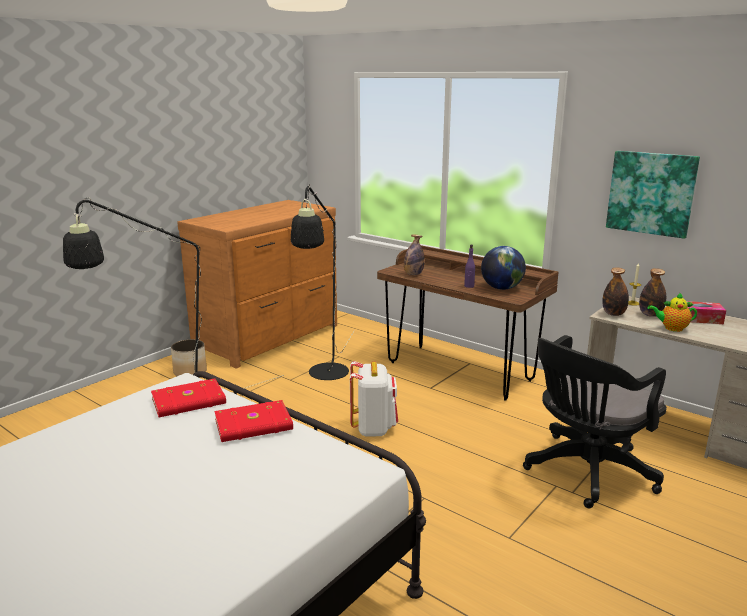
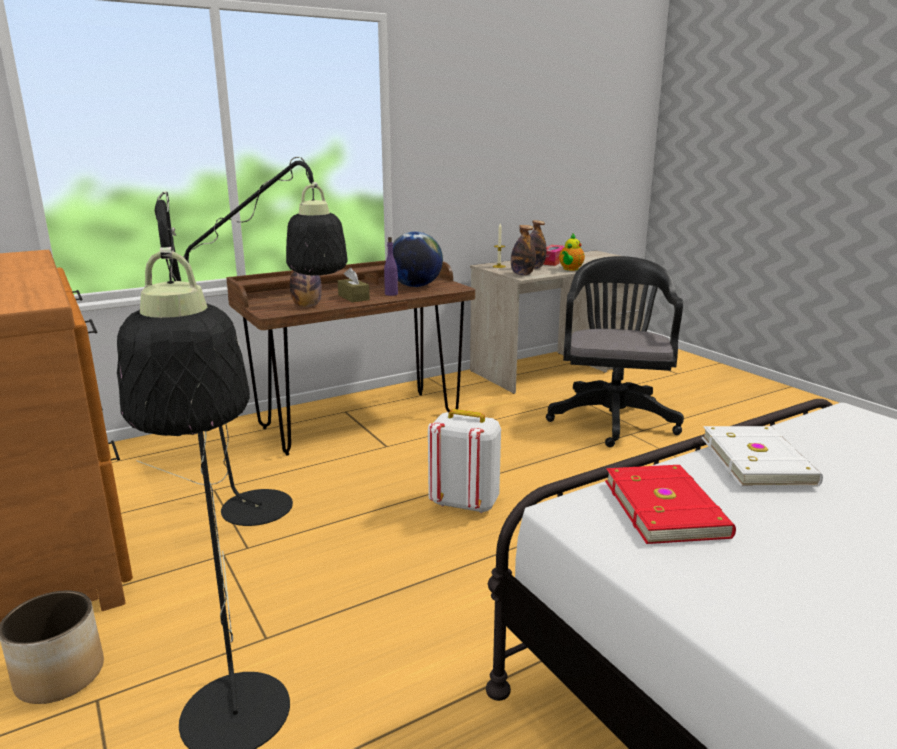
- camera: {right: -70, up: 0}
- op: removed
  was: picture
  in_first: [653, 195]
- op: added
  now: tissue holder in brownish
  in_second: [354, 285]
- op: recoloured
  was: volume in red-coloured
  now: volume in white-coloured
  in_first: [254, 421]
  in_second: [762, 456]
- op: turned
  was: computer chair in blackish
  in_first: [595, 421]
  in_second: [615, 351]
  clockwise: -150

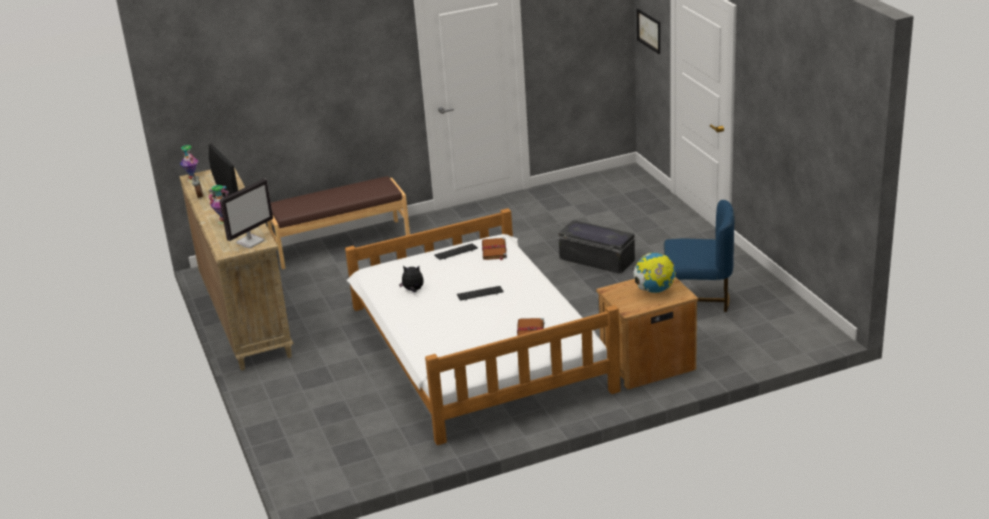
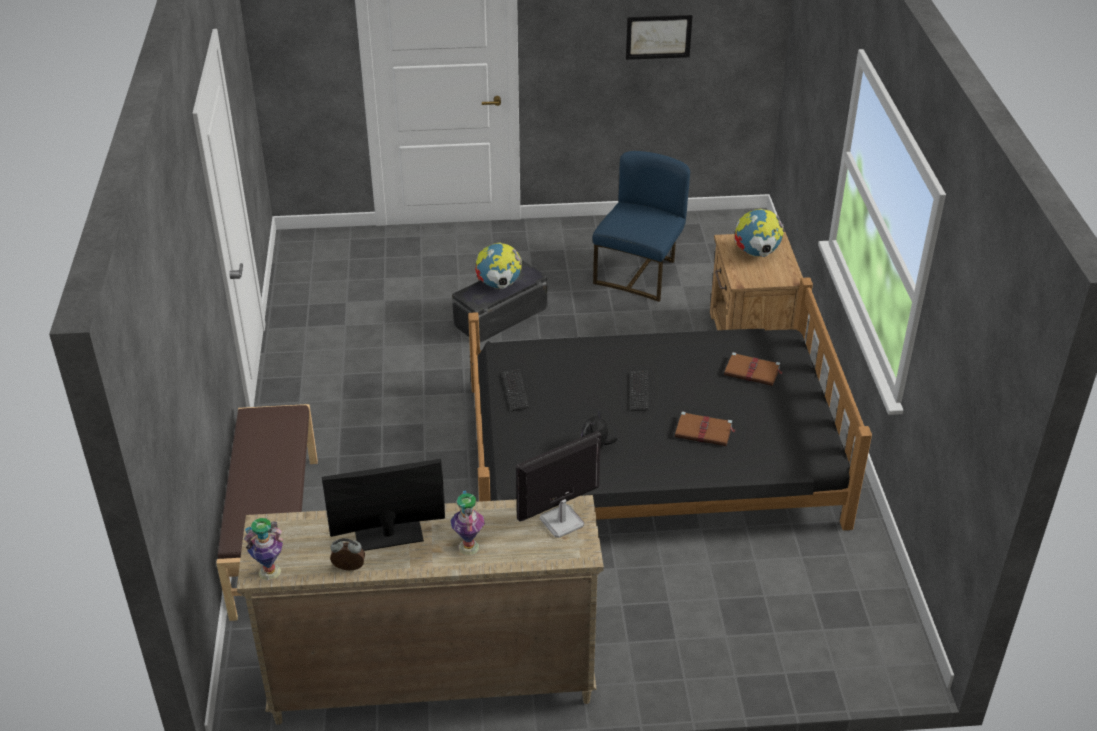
- camera: {right: -75, up: 10}
- op: added
  now: world globe
  in_second: [498, 265]
- op: moved
  was: volume in brownish
  in_first: [494, 249]
  in_second: [705, 428]
- op: moved
  was: picture
  in_first: [648, 31]
  in_second: [659, 37]
- op: recoloured
  was: sleeping bed in white-coloured
  now: sleeping bed in blackish
  in_first: [483, 326]
  in_second: [670, 403]
- op: turned
  was: monitor
  in_first: [246, 213]
  in_second: [558, 484]
  clockwise: -90

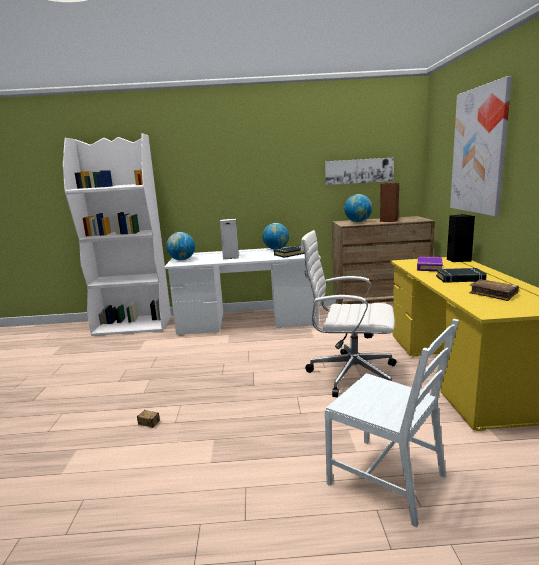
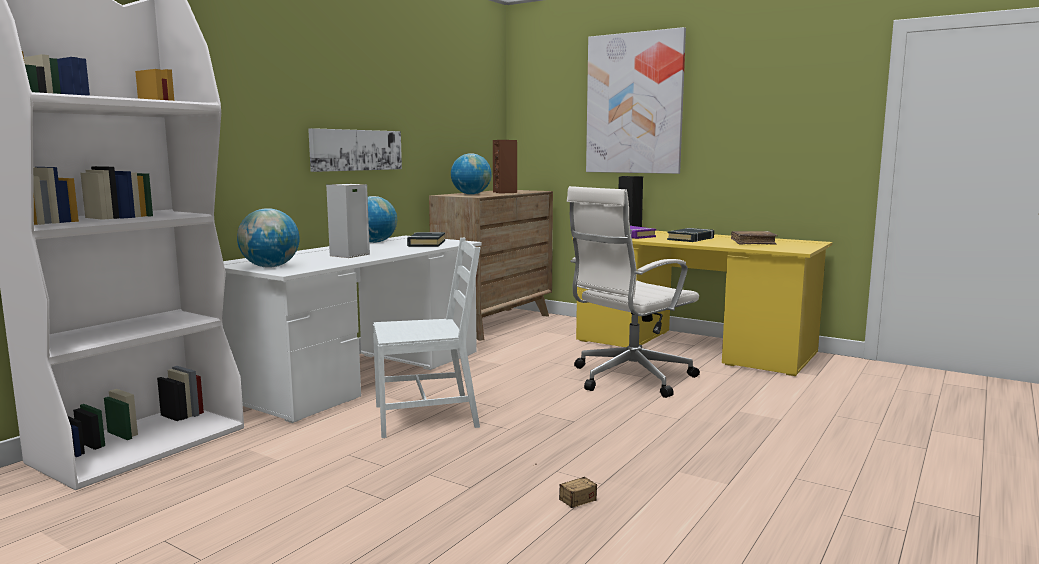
- camera: {right: -55, up: -5}
- op: moved
  was: picture
  in_first: [359, 171]
  in_second: [355, 150]
- op: moved
  was: upright chair in white-coloured
  in_first: [392, 423]
  in_second: [426, 338]

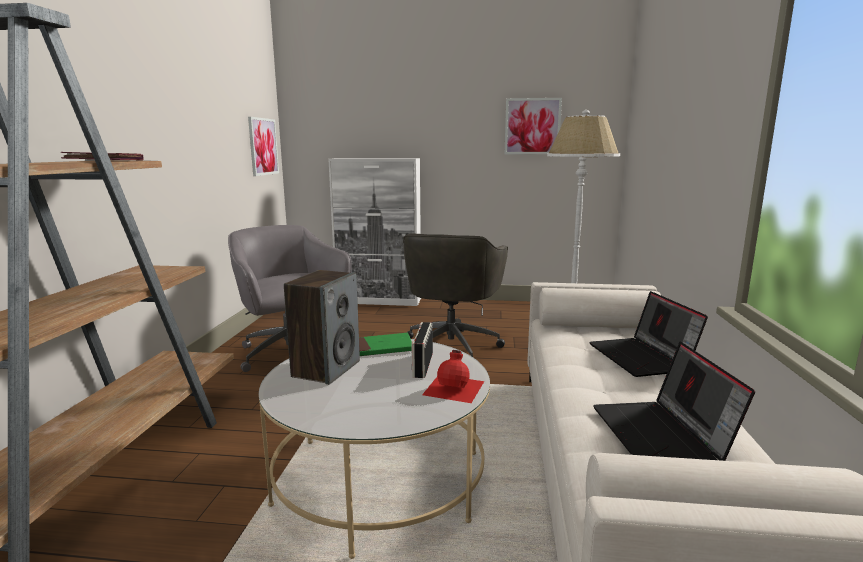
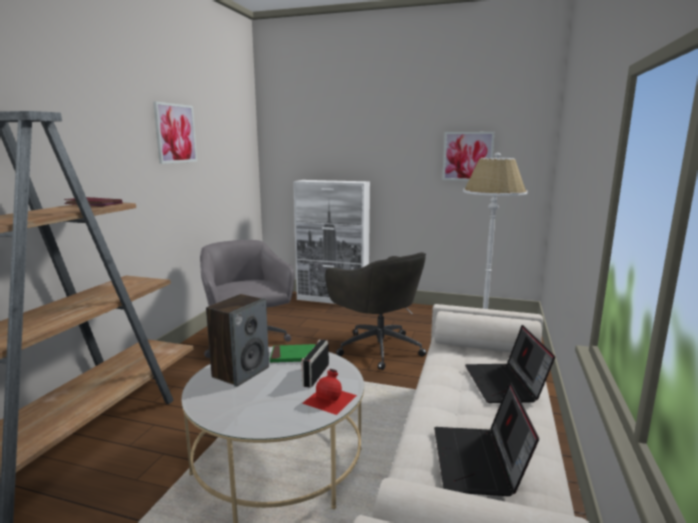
- camera: {right: 10, up: 0}
- op: moved
  was: picture
  in_first: [263, 146]
  in_second: [175, 133]
- op: turned
  was: computer chair in gray
  in_first: [455, 295]
  in_second: [375, 311]
  clockwise: -60

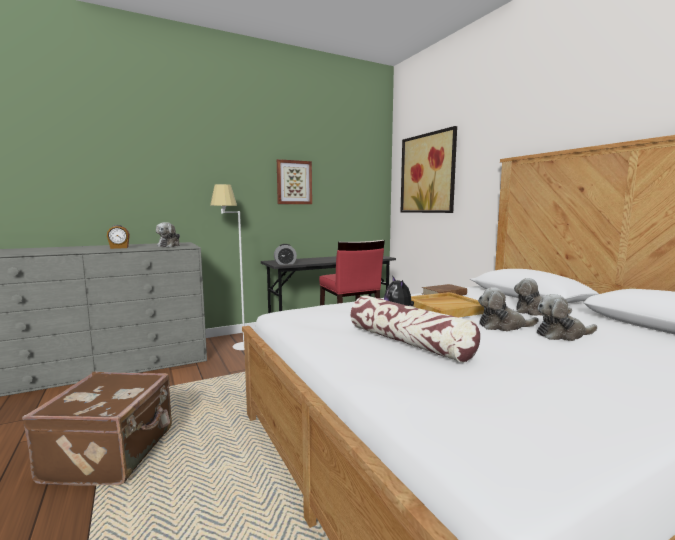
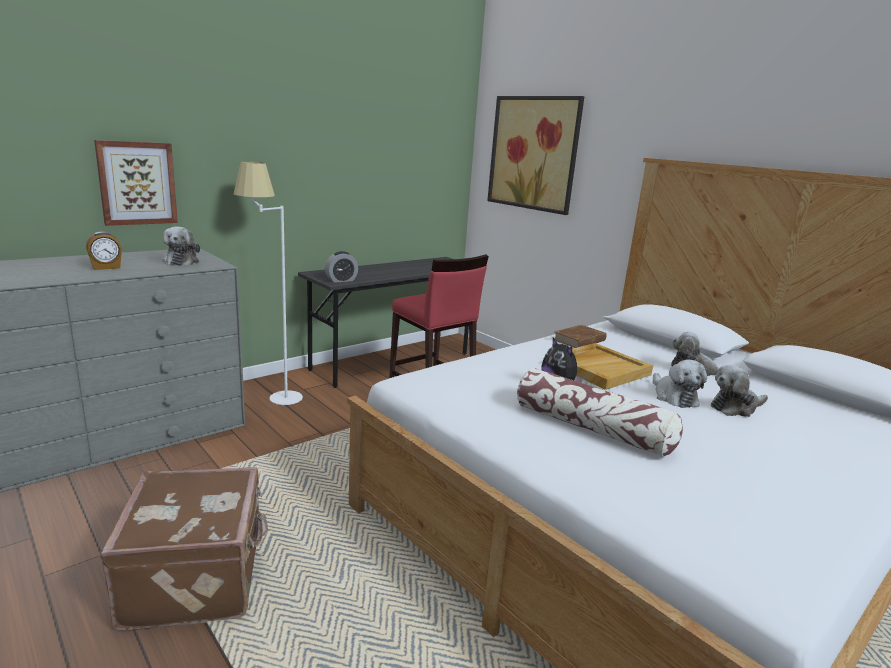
- camera: {right: -15, up: 10}
- op: moved
  was: picture
  in_first: [294, 181]
  in_second: [136, 183]
- op: turned
  was: soft toy
  in_first: [508, 309]
  in_second: [680, 384]
  clockwise: -90

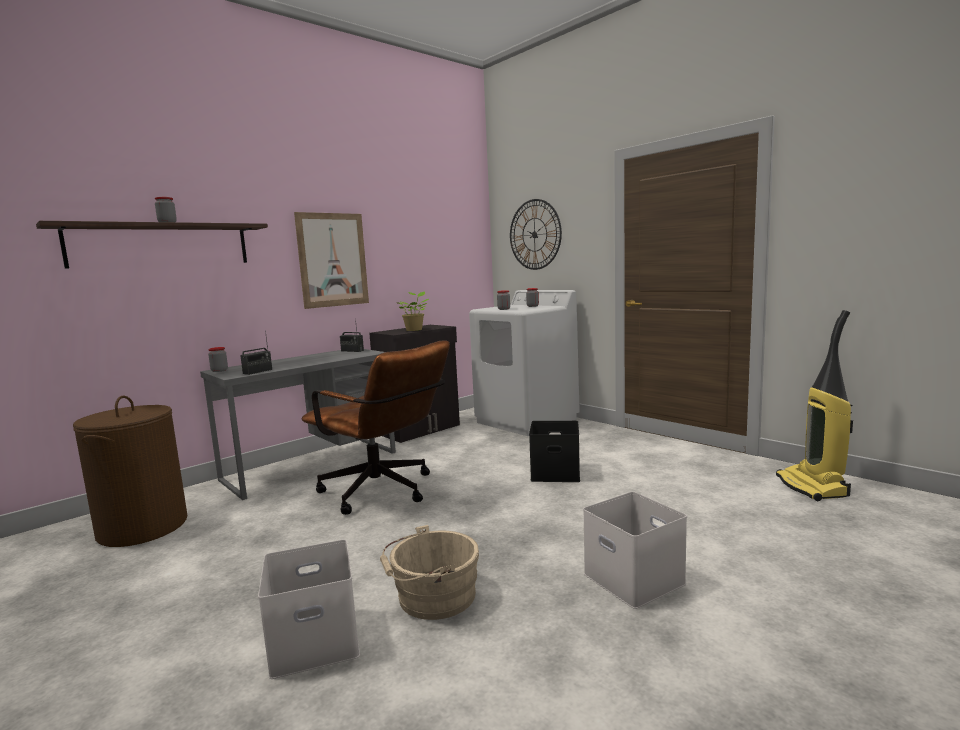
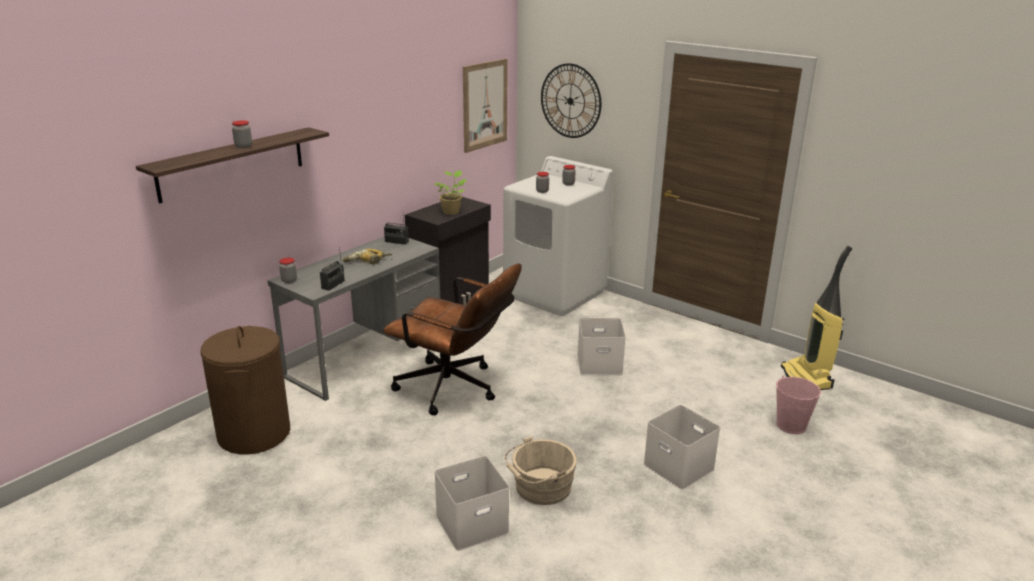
- camera: {right: -10, up: 15}
- op: added
  now: drill
  in_second: [367, 257]
- op: added
  now: pail in pink-coloured
  in_second: [798, 405]
- op: moved
  was: picture
  in_first: [331, 260]
  in_second: [485, 106]
- op: recoloured
  was: storage box in blackish
  now: storage box in white-coloured
  in_first: [554, 451]
  in_second: [601, 346]

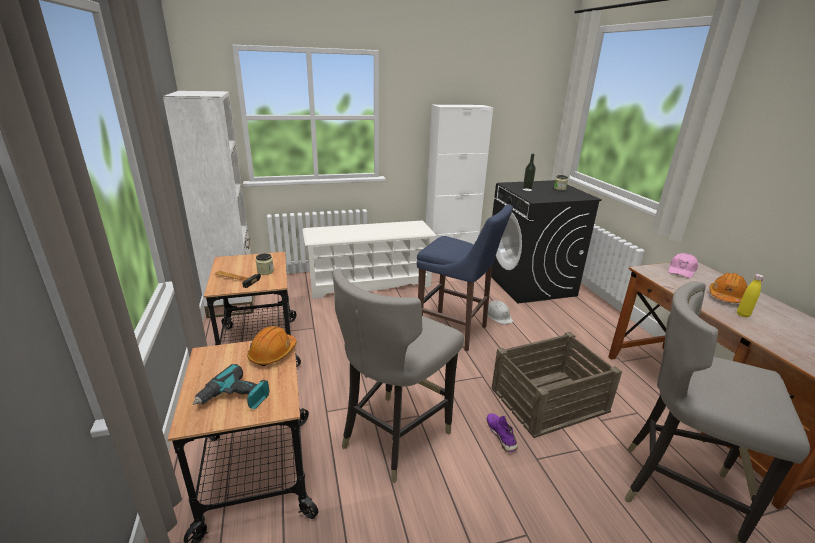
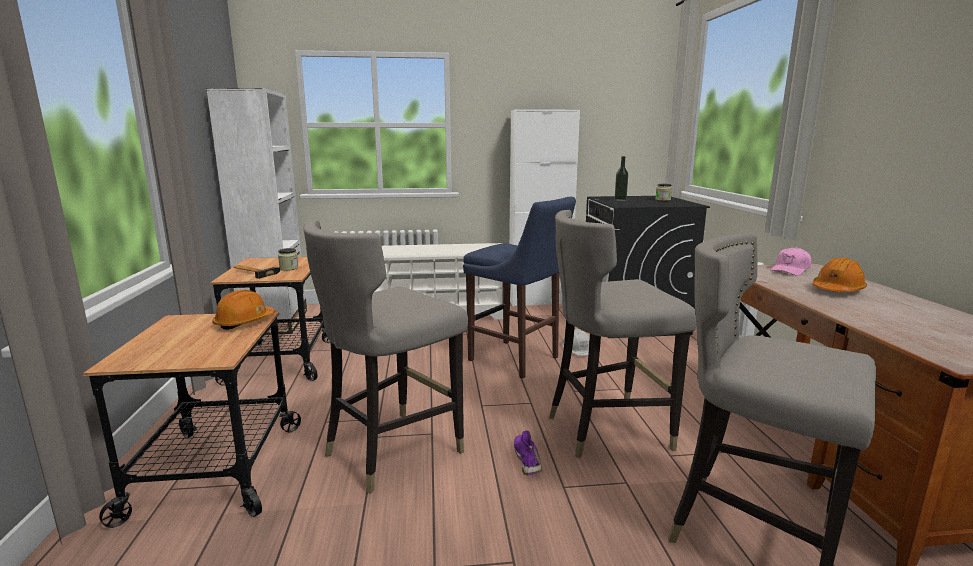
- camera: {right: 10, up: -10}
- op: removed
  was: drill
  in_first: [231, 386]
- op: removed
  was: bottle in yellow
  in_first: [750, 296]
- op: replaced
  was: shipping crate
  now: stool in gray
  in_first: [556, 385]
  in_second: [622, 334]

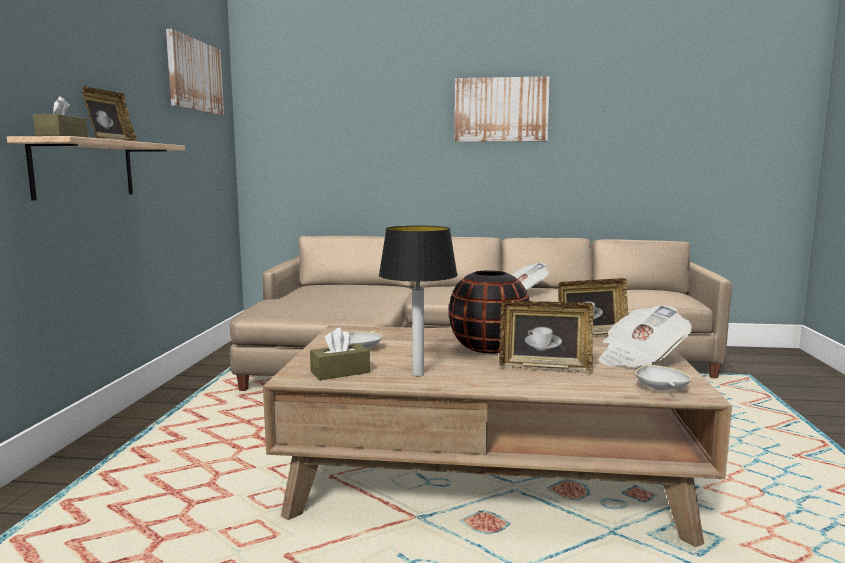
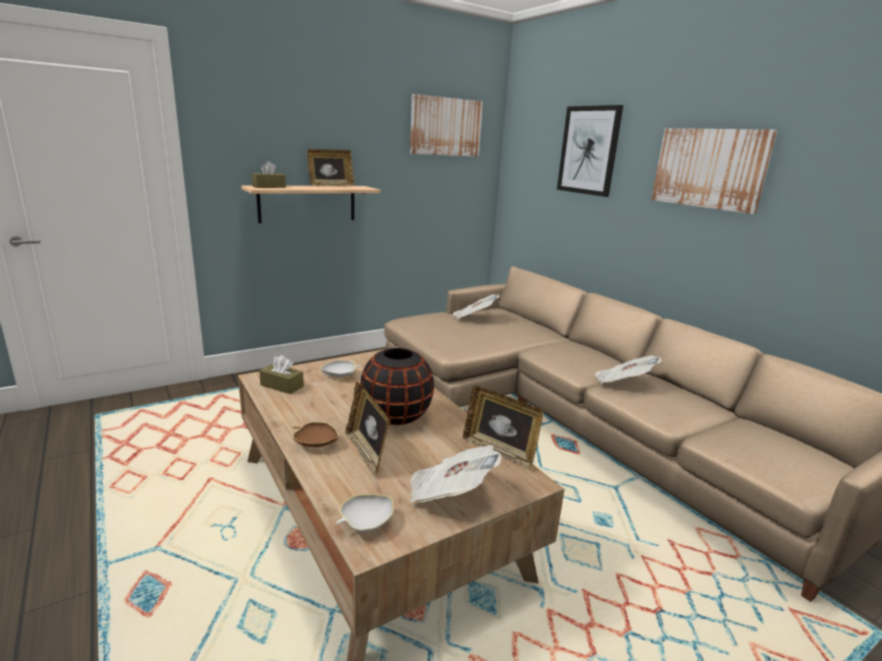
- camera: {right: 50, up: 10}
- op: removed
  was: table lamp
  in_first: [418, 300]
- op: added
  now: deep dish in brownish
  in_second: [316, 434]
- op: added
  now: printed paper
  in_second: [476, 306]
- op: added
  now: picture
  in_second: [590, 151]

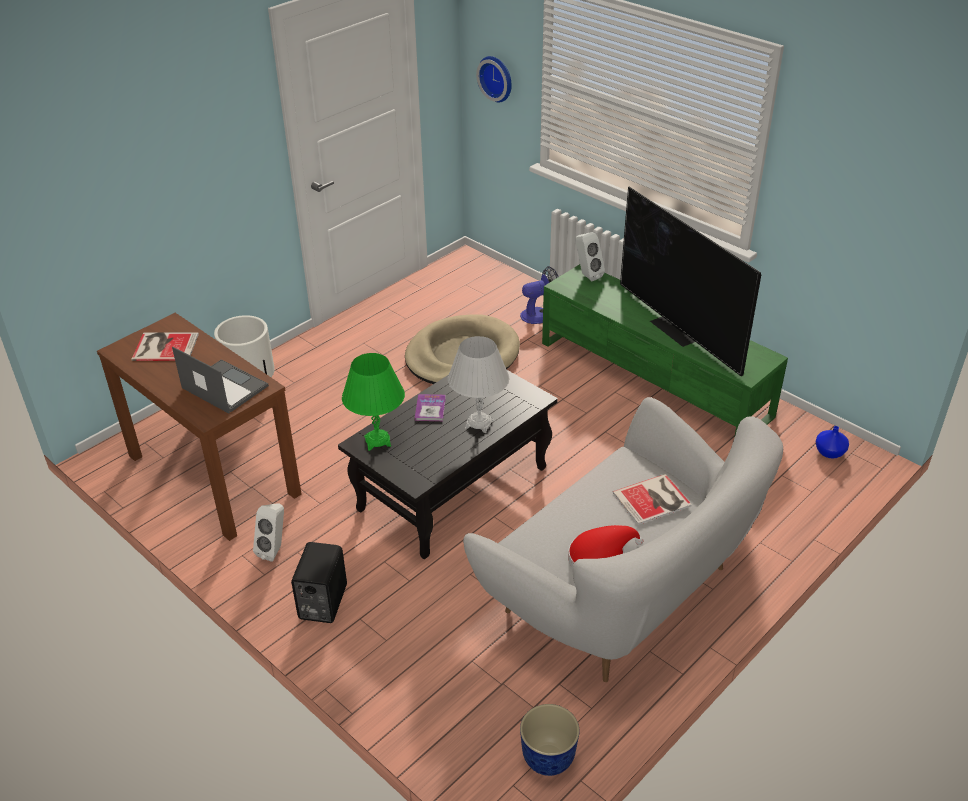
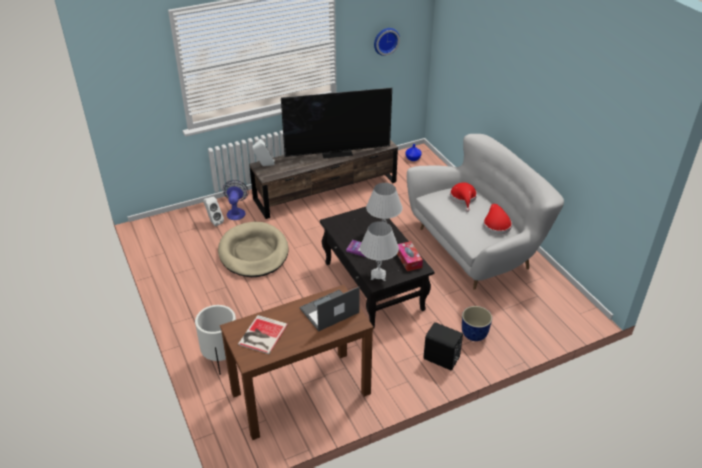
- camera: {right: -70, up: 0}
- op: added
  now: tissue holder
  in_second: [410, 256]
- op: moved
  was: loudspeaker in white-coloured
  in_first: [268, 532]
  in_second: [213, 212]
- op: moved
  was: wall clock
  in_first: [494, 79]
  in_second: [387, 42]
- op: moved
  was: planter
  in_first: [550, 740]
  in_second: [477, 323]
- op: replaced
  was: volume
  now: hat in red-coloured
  in_first: [652, 499]
  in_second: [463, 197]
- op: recoloured
  was: table lamp in green
  now: table lamp in white-coloured
  in_first: [373, 402]
  in_second: [379, 251]
- op: recoloured
  was: tv stand in green
  now: tv stand in brownish
  in_first: [665, 351]
  in_second: [323, 179]

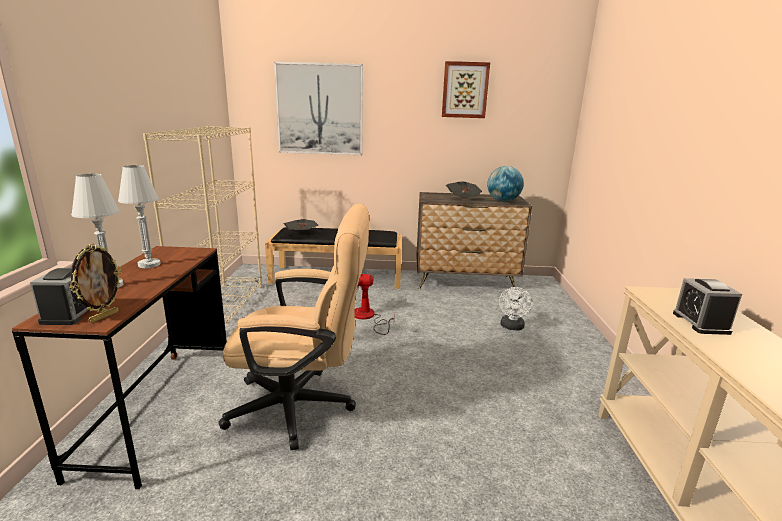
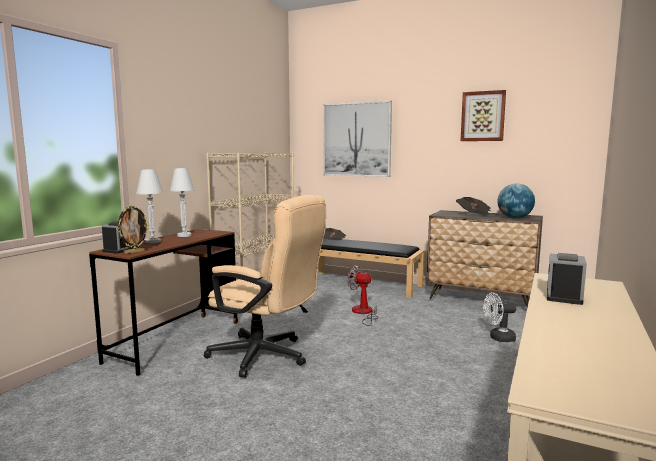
- camera: {right: 25, up: -10}
- op: turned
  was: cooling fan in white-coloured
  in_first: [516, 308]
  in_second: [499, 317]
  clockwise: 45

